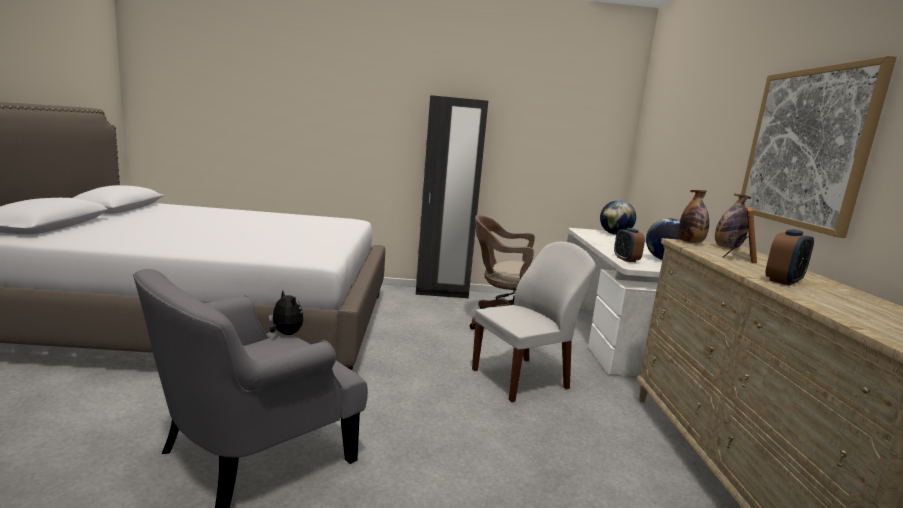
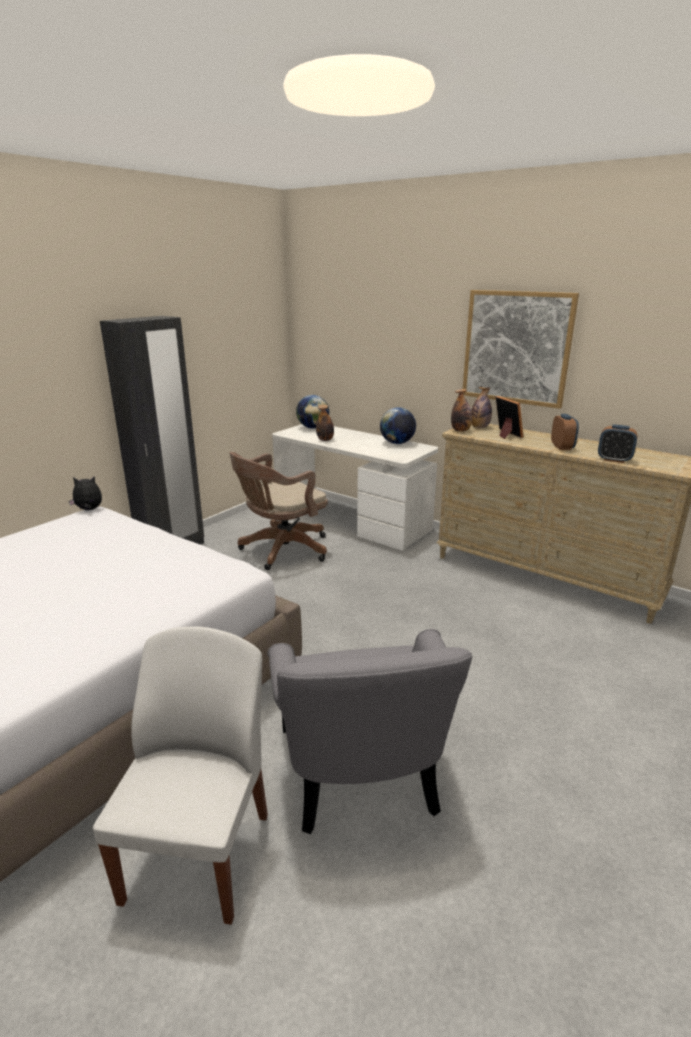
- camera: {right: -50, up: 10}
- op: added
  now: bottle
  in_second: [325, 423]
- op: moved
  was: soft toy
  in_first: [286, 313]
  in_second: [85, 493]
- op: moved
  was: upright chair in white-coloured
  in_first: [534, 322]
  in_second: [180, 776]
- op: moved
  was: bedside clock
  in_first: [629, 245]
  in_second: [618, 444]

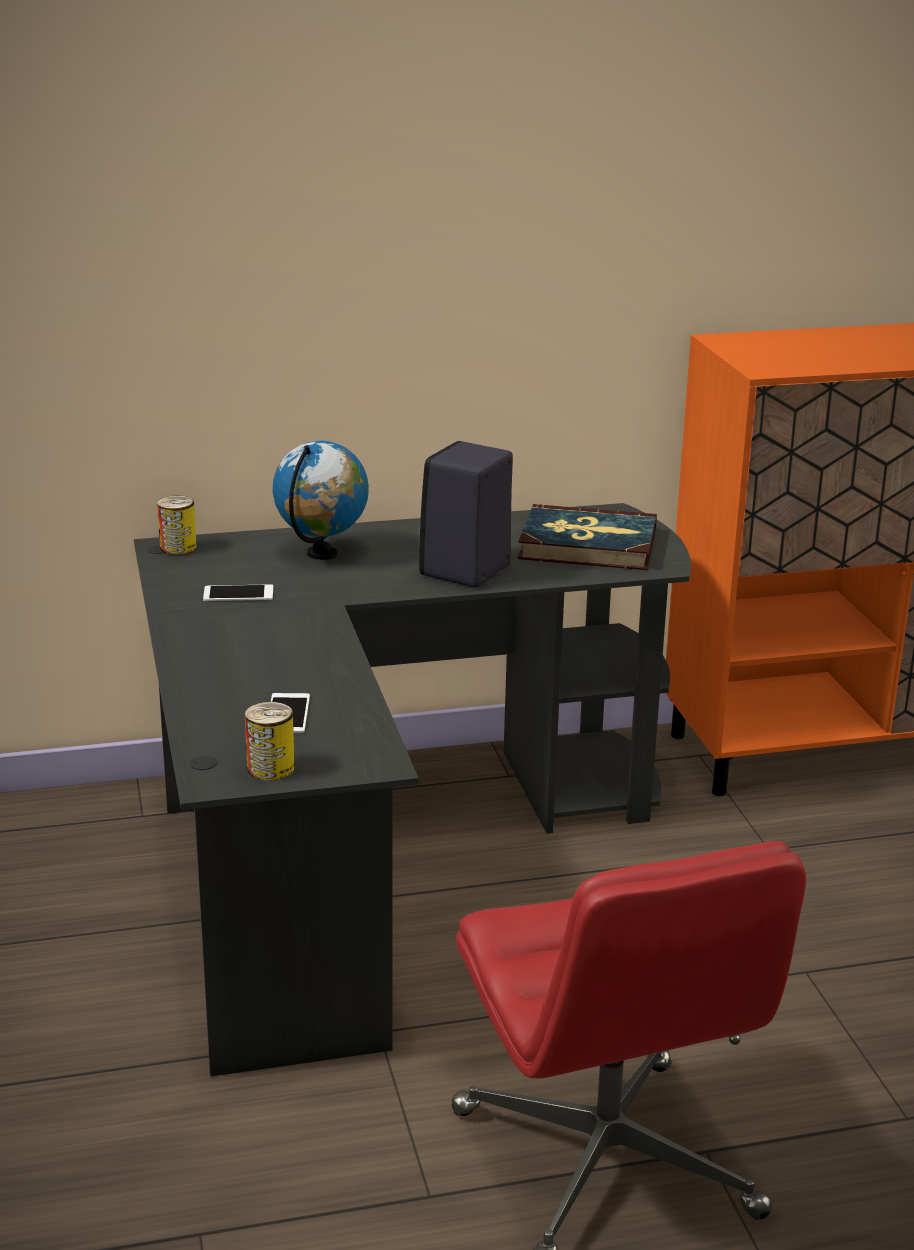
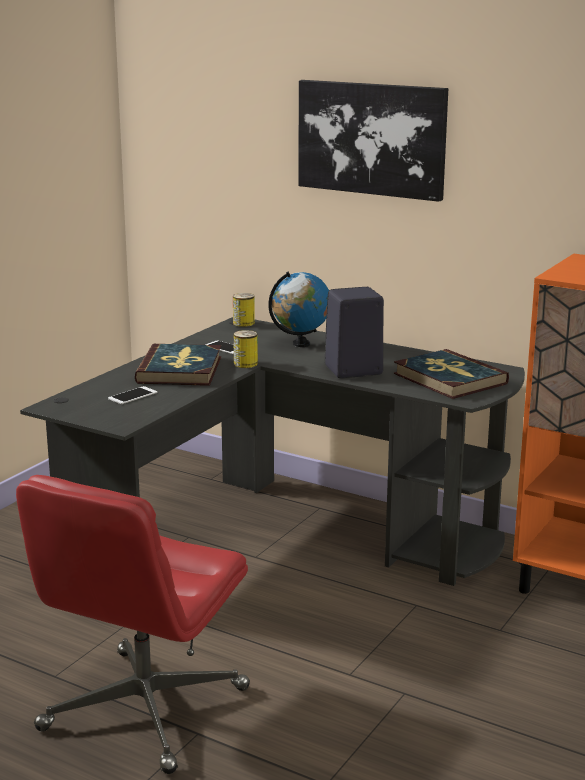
- camera: {right: 45, up: -5}
- op: added
  now: volume
  in_second: [178, 365]
- op: added
  now: picture
  in_second: [373, 141]
- op: moved
  was: sealed can
  in_first: [270, 741]
  in_second: [245, 349]

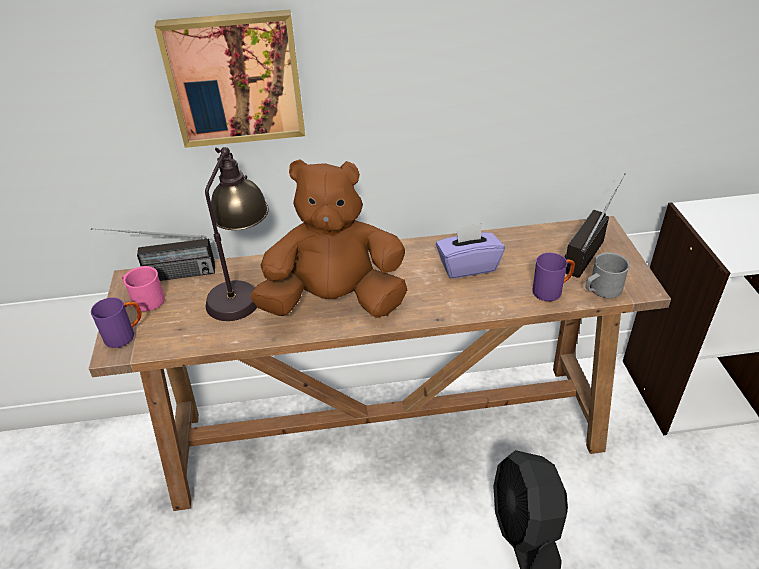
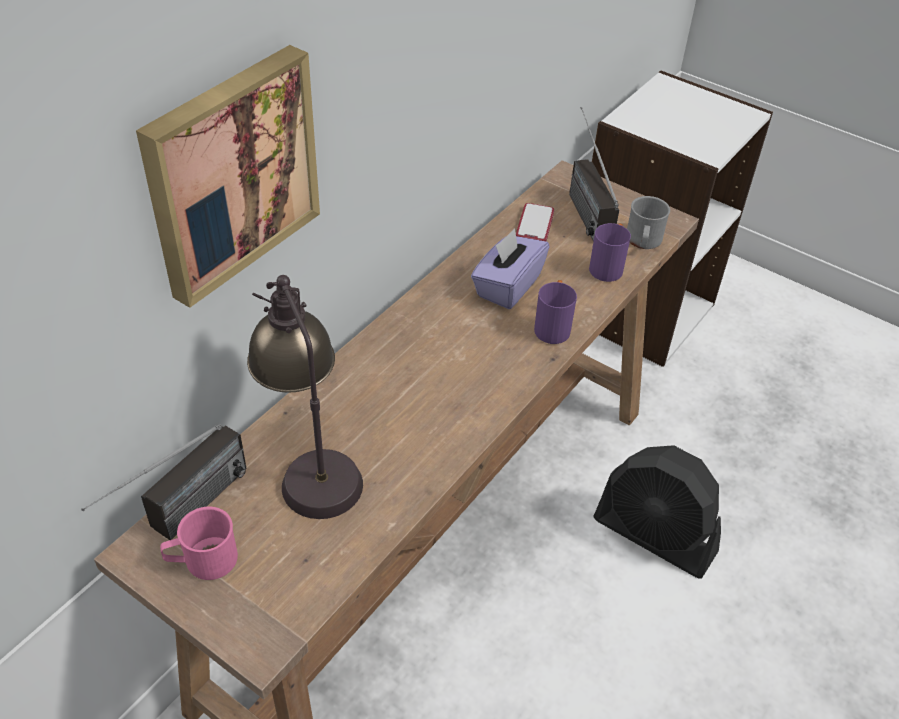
- camera: {right: -50, up: 5}
- op: removed
  was: soft toy in brownish
  in_first: [328, 238]
- op: added
  now: telephone
  in_second: [535, 222]
- op: moved
  was: coffee mug in purple
  in_first: [116, 323]
  in_second: [555, 312]

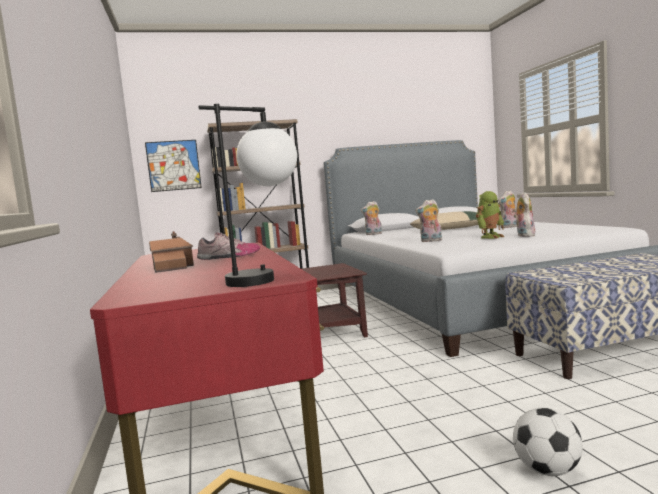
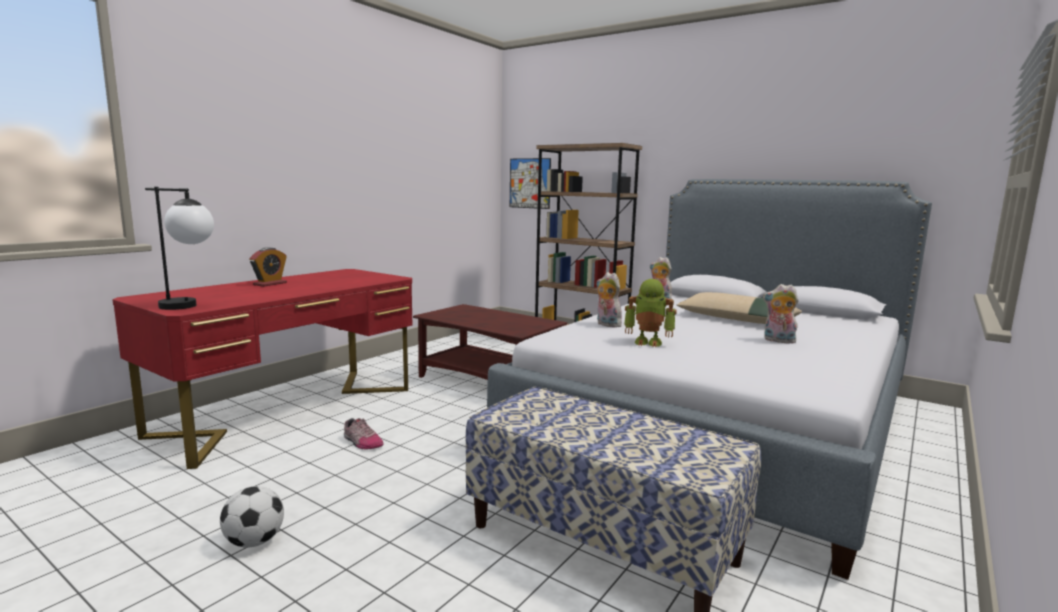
- camera: {right: 50, up: 5}
- op: removed
  was: soft toy
  in_first: [524, 214]
- op: moved
  was: shoe
  in_first: [228, 246]
  in_second: [364, 433]
- op: replaced
  was: toy house
  now: bedside clock
  in_first: [171, 252]
  in_second: [268, 267]

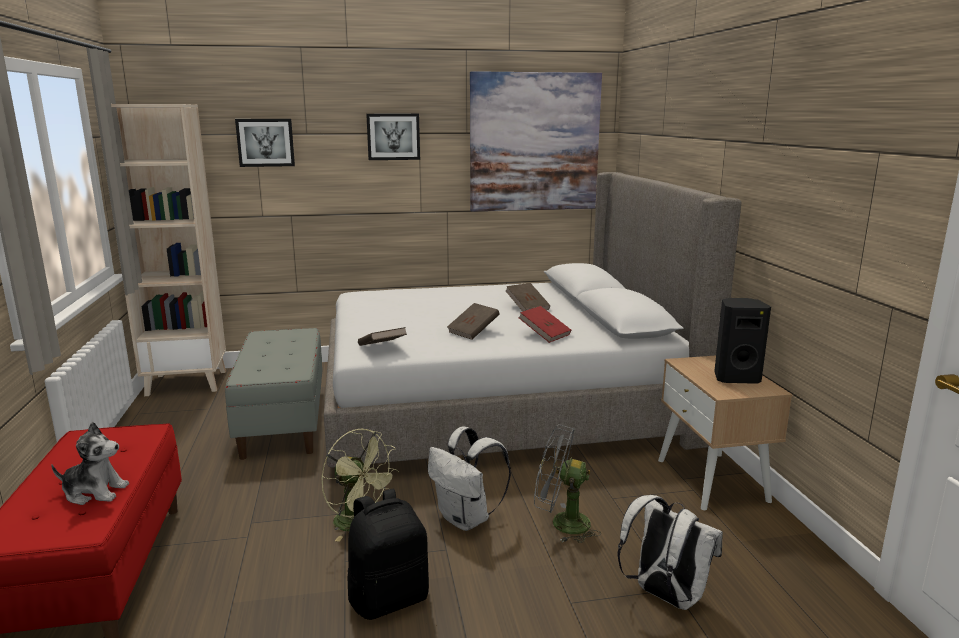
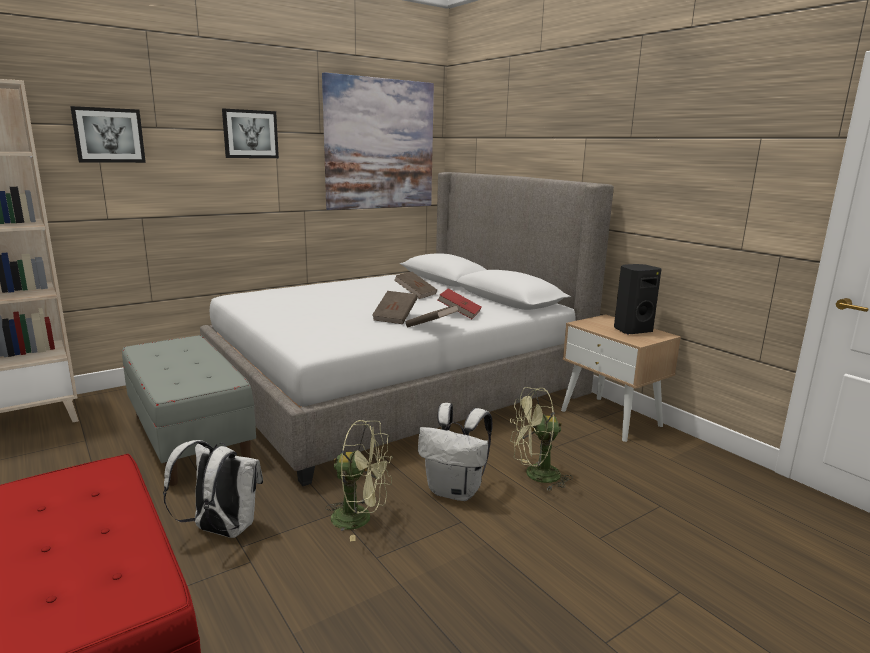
- camera: {right: -25, up: 0}
- op: removed
  was: soft toy
  in_first: [90, 463]
- op: removed
  was: knapsack in blackish
  in_first: [388, 554]
- op: moved
  was: volume in brownish
  in_first: [382, 336]
  in_second: [432, 315]
- op: moved
  was: knapsack in white-coloured
  in_first: [670, 552]
  in_second: [213, 489]
- op: recoloured
  was: cooling fan in gray
  now: cooling fan in green
  in_first: [567, 483]
  in_second: [541, 439]

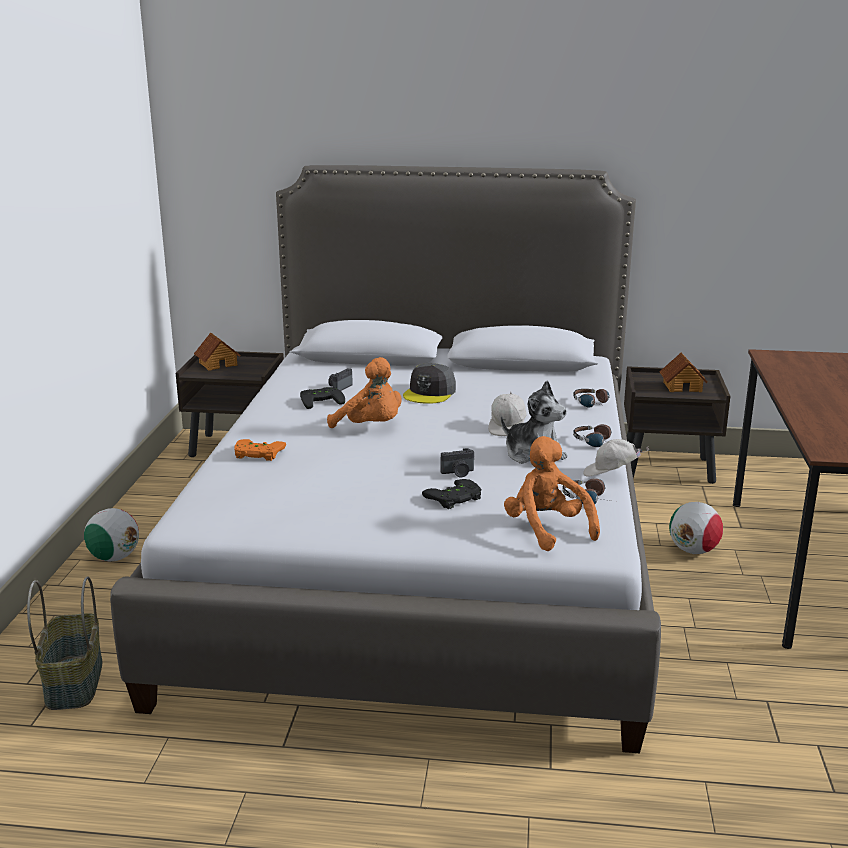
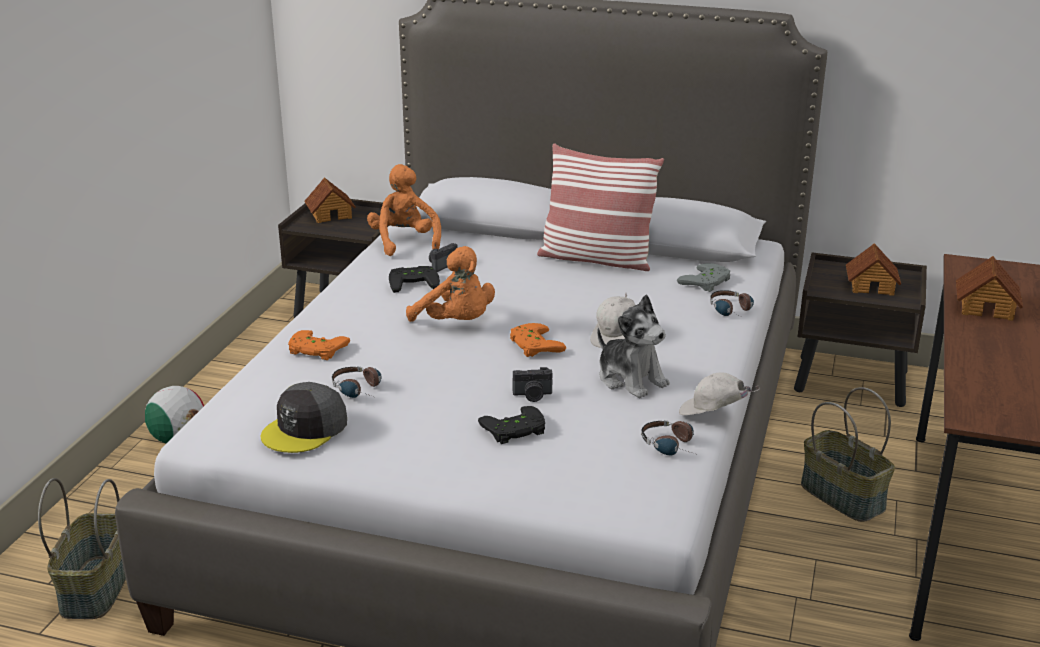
- camera: {right: 10, up: 5}
- op: added
  now: game controller in orange-coloured
  in_second: [538, 340]
- op: added
  now: cushion
  in_second: [600, 207]
- op: added
  now: game controller in gray
  in_second: [703, 277]
- op: added
  now: toy house
  in_second: [989, 288]
- op: moved
  was: peaked cap in gray
  in_first: [429, 383]
  in_second: [304, 417]
- op: moved
  was: soft toy in orange-coloured
  in_first: [552, 493]
  in_second: [404, 210]
- op: moved
  was: pair of headphones
  in_first: [592, 435]
  in_second: [357, 382]
- op: replaced
  was: football
  now: storage basket
  in_first: [696, 528]
  in_second: [848, 454]

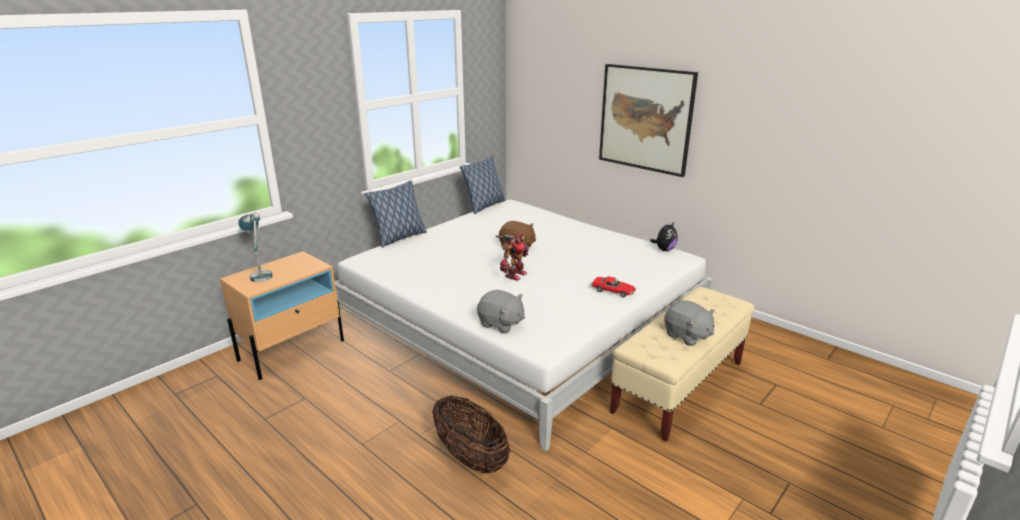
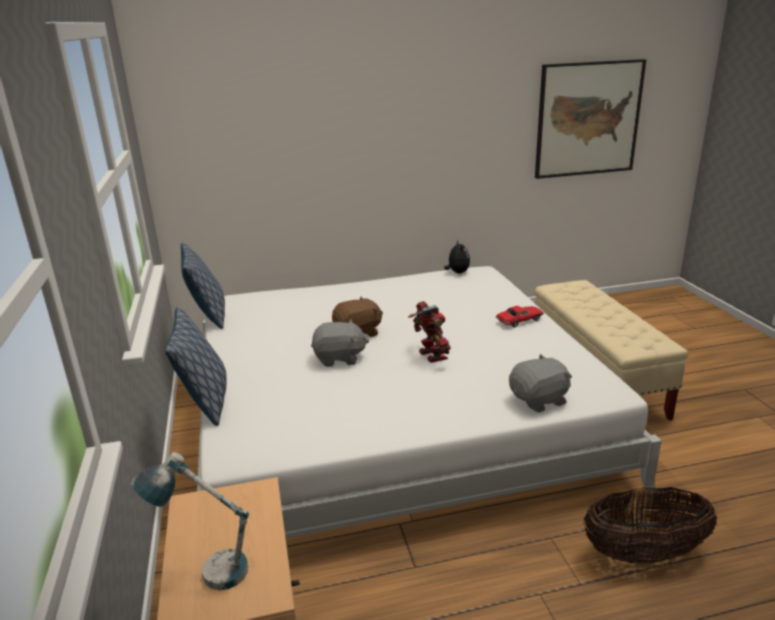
- camera: {right: -55, up: 0}
- op: moved
  was: picture
  in_first: [648, 120]
  in_second: [590, 119]
- op: moved
  was: soft toy in gray
  in_first: [689, 323]
  in_second: [340, 343]

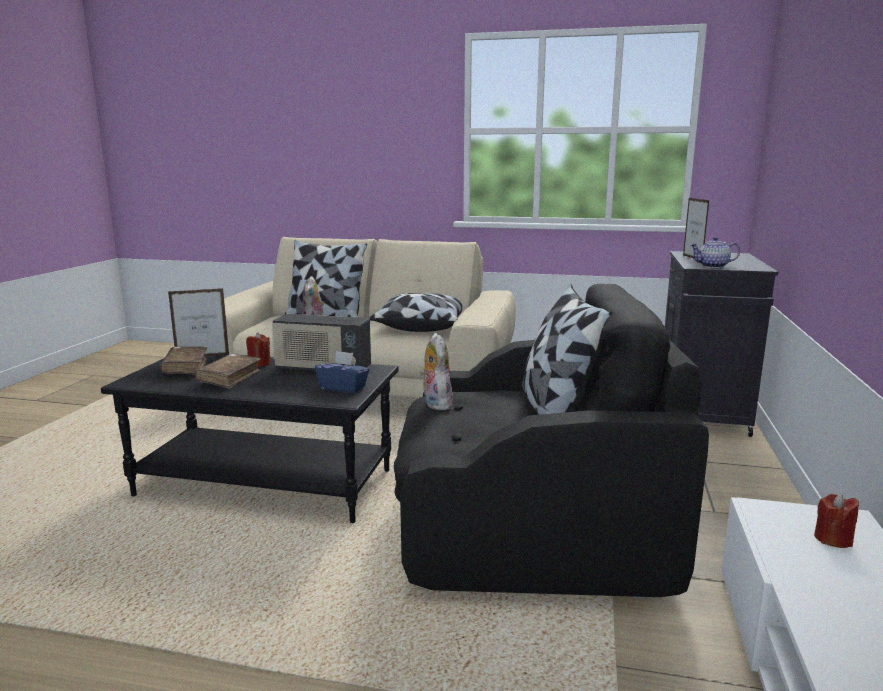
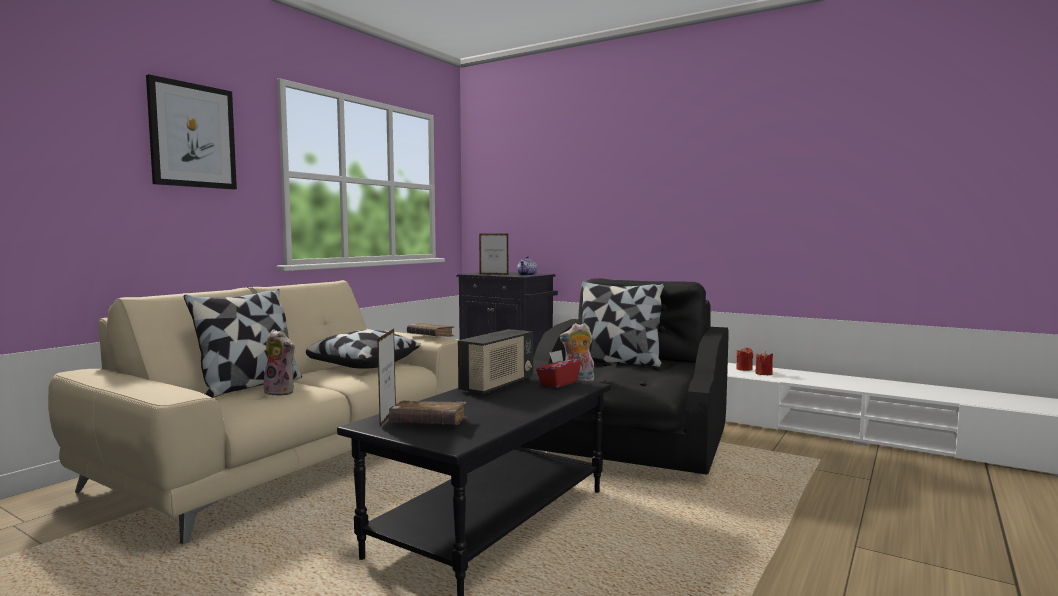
- camera: {right: -70, up: -10}
- op: added
  now: picture
  in_second: [191, 131]
- op: moved
  was: volume in brownish
  in_first: [228, 371]
  in_second: [431, 330]
- op: moved
  was: wax light in red-coloured
  in_first: [258, 349]
  in_second: [764, 363]
- op: recoloured
  was: tissue holder in blue
  now: tissue holder in red-coloured
  in_first: [342, 372]
  in_second: [558, 369]

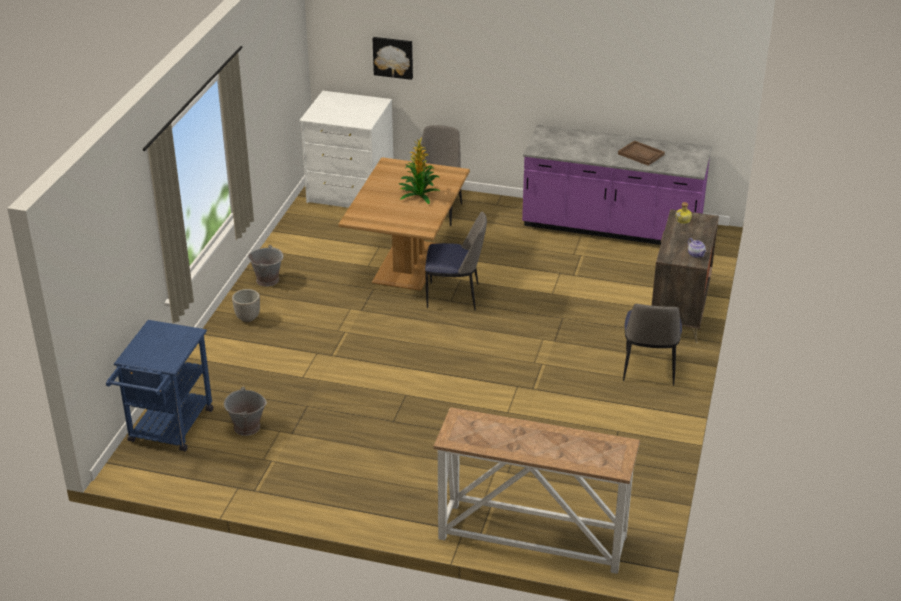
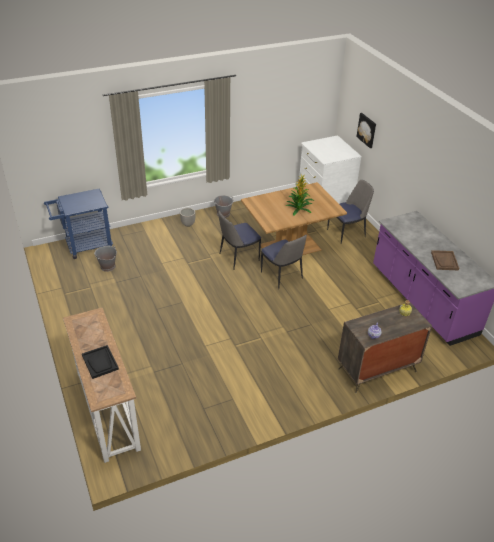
- camera: {right: 50, up: 5}
- op: added
  now: tray in blackish
  in_second: [100, 362]
- op: moved
  was: upright chair
  in_first: [652, 345]
  in_second: [239, 240]

